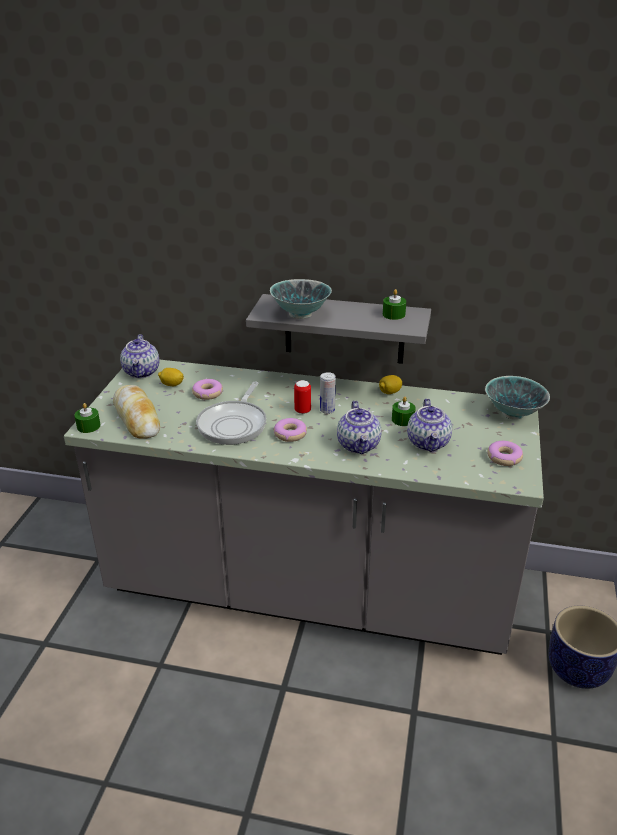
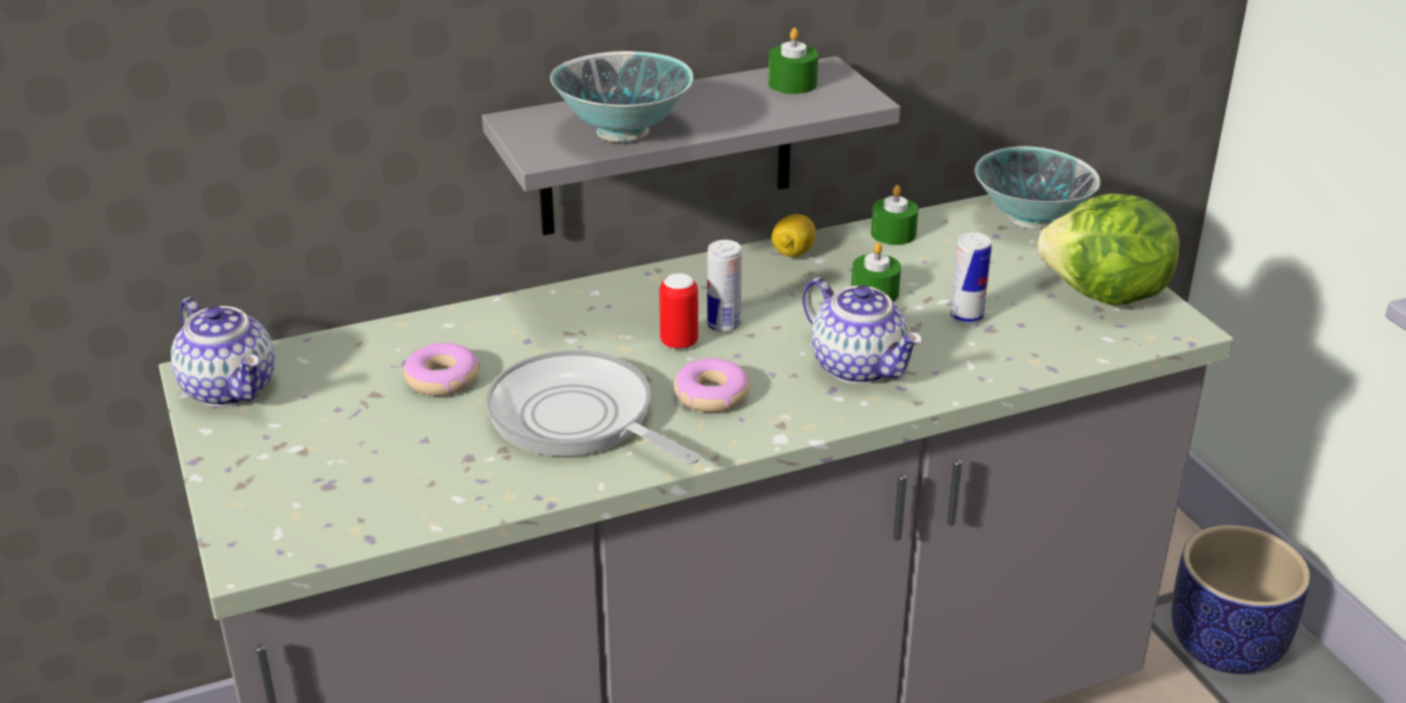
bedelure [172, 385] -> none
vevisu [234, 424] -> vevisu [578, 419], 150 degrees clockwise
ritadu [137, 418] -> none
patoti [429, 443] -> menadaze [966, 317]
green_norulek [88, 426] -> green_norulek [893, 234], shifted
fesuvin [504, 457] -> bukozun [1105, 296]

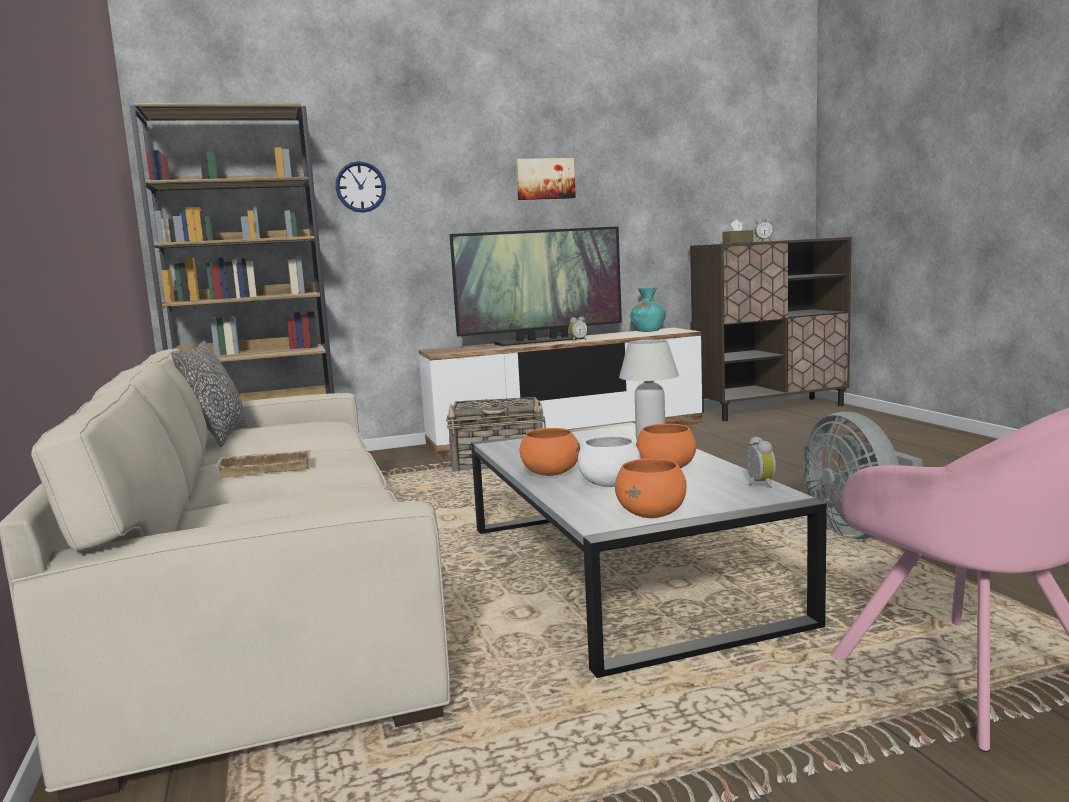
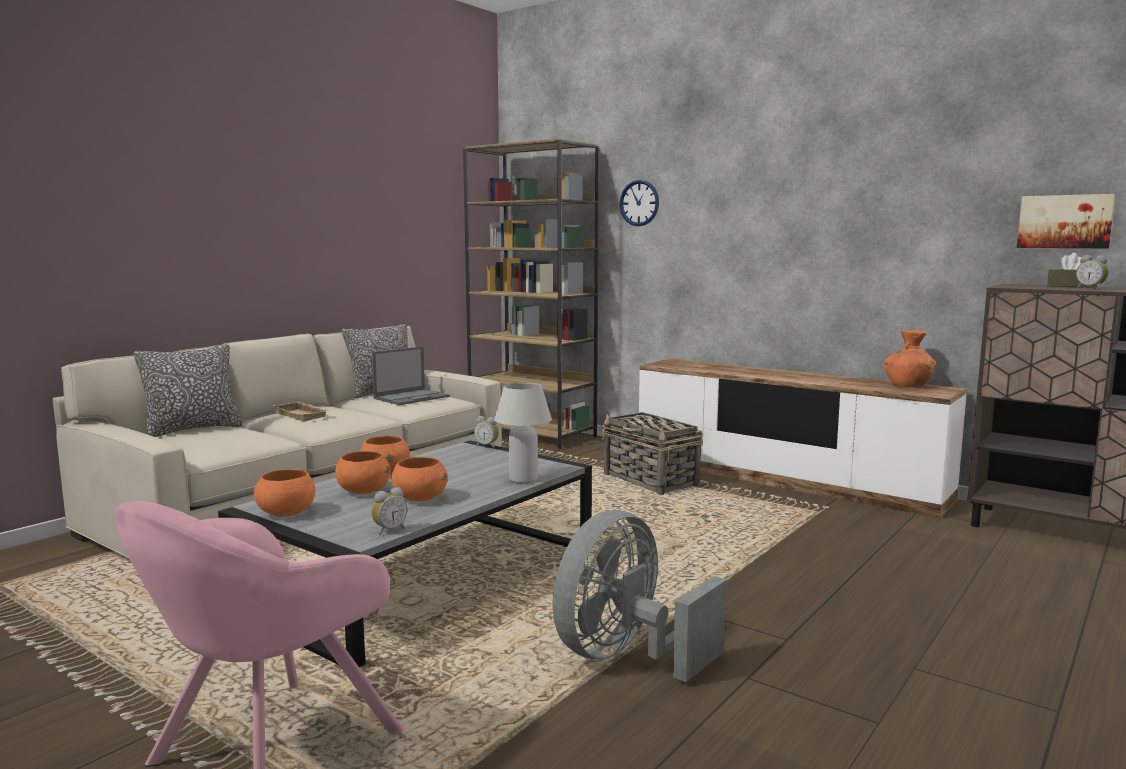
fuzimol [545, 179] -> fuzimol [1065, 221], shifted
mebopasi [541, 341] -> none
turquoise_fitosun [648, 331] -> orange_fitosun [908, 386]
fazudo [577, 340] -> fazudo [487, 446], shifted
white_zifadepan [609, 484] -> orange_zifadepan [363, 491]
none -> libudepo [193, 429]
none -> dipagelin [412, 397]

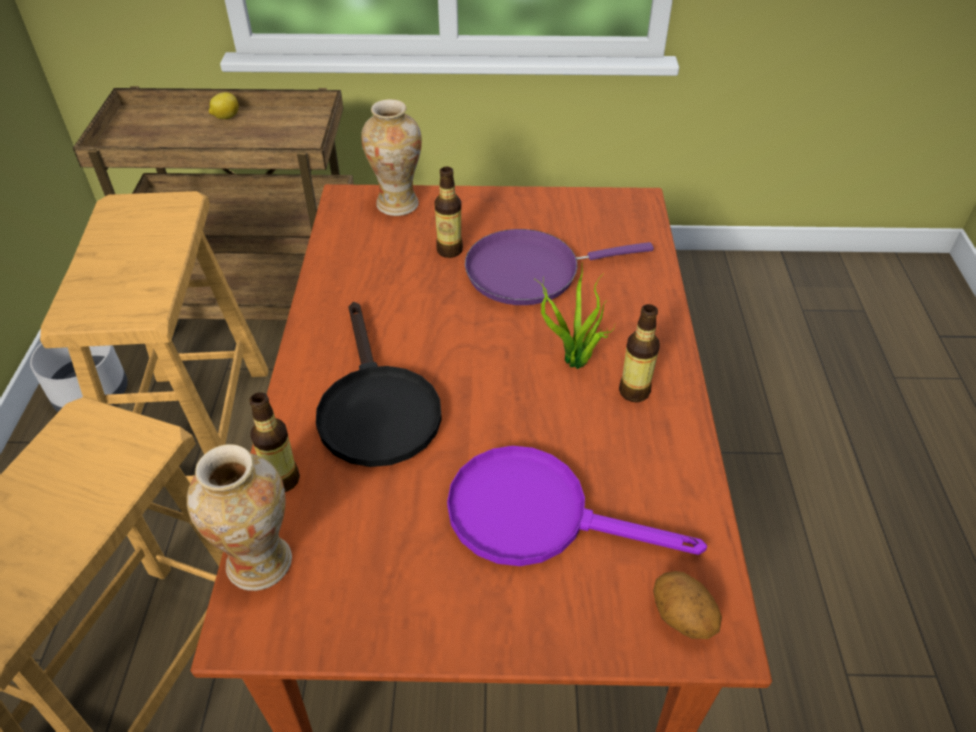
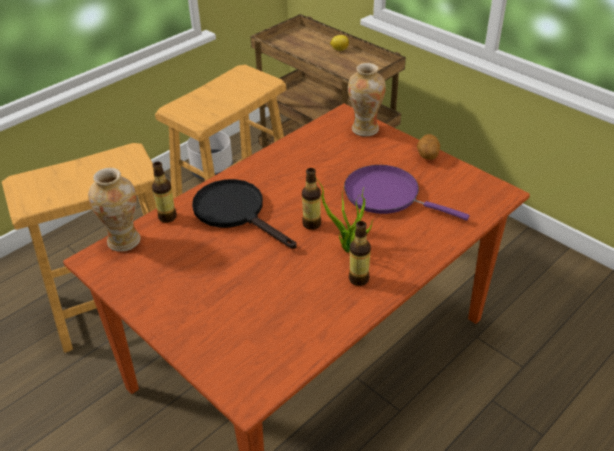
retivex [449, 250] -> retivex [312, 224], shifted
black_vevisu [375, 407] -> black_vevisu [236, 212], 105 degrees clockwise
purple_vevisu [537, 515] -> none
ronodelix [681, 618] -> ronodelix [427, 156], shifted

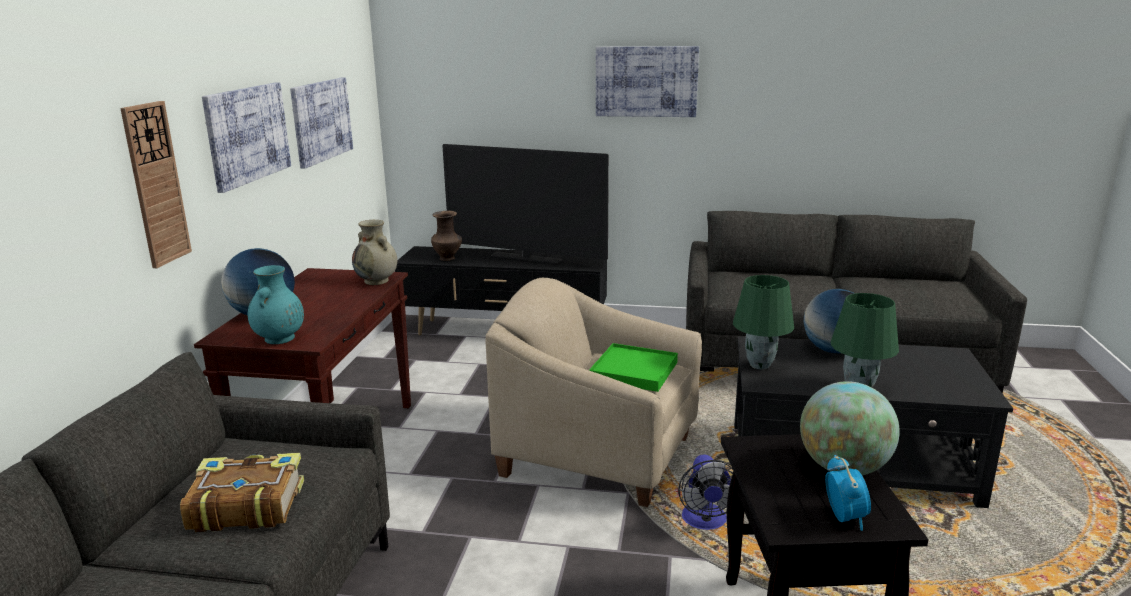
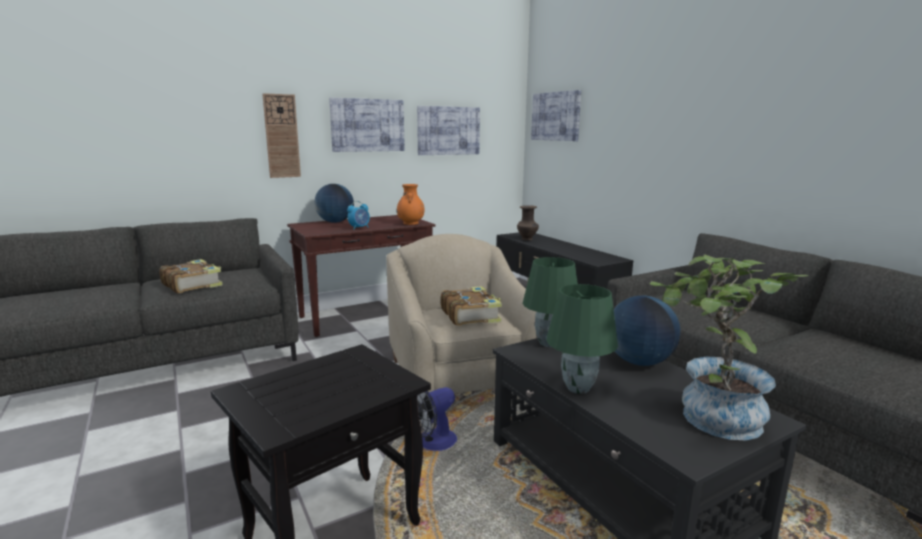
fuzimol [646, 81] -> fuzimol [556, 116], shifted
mebopasi [526, 258] -> none
beige_fitosun [377, 281] -> orange_fitosun [410, 223]
turquoise_fitosun [279, 339] -> none
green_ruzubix [633, 371] -> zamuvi [470, 315]
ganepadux [843, 468] -> none
fazudo [844, 517] -> fazudo [359, 228], shifted
none -> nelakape [709, 418]

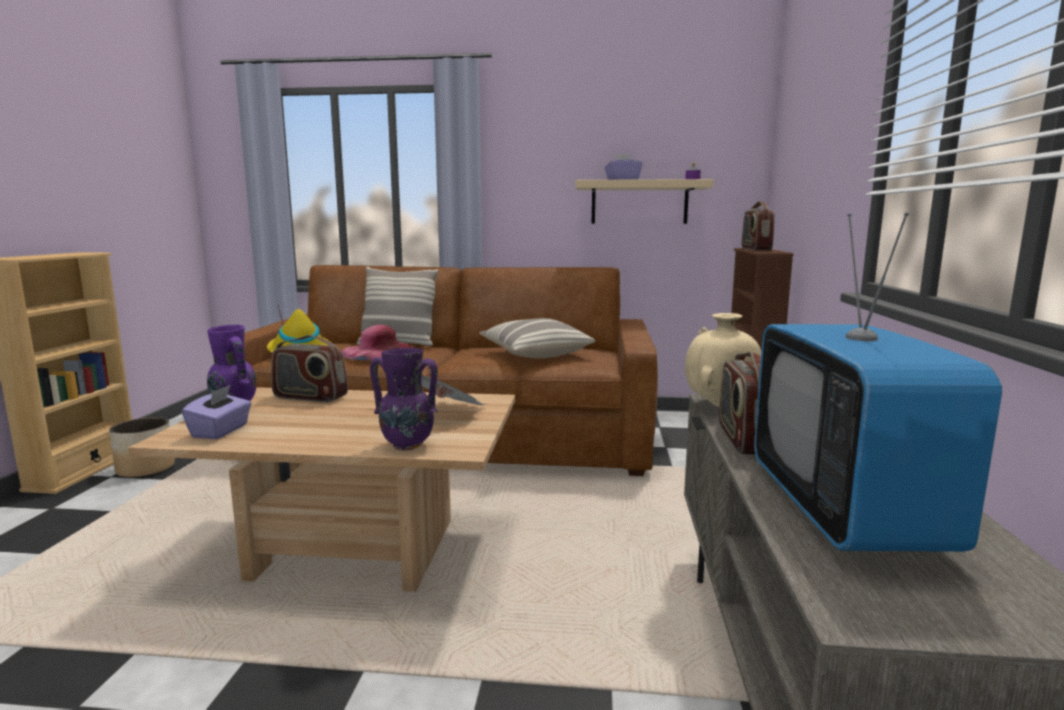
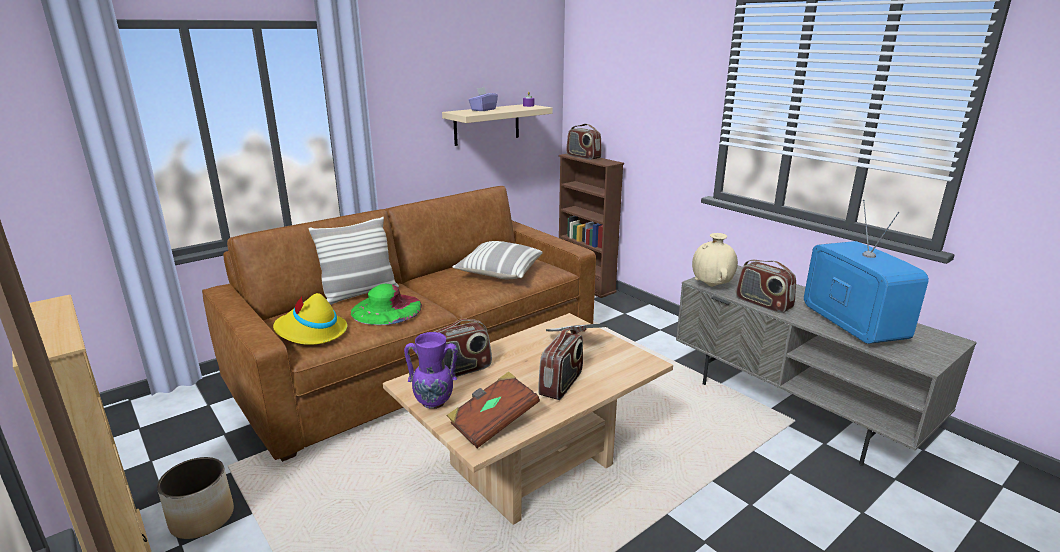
mebopasi [844, 509] -> mebopasi [851, 325], 150 degrees counterclockwise
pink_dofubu [379, 352] -> green_dofubu [386, 309]
purple_fitosun [407, 445] -> none
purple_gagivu [221, 431] -> brown_zamuvi [492, 422]
none -> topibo [561, 384]

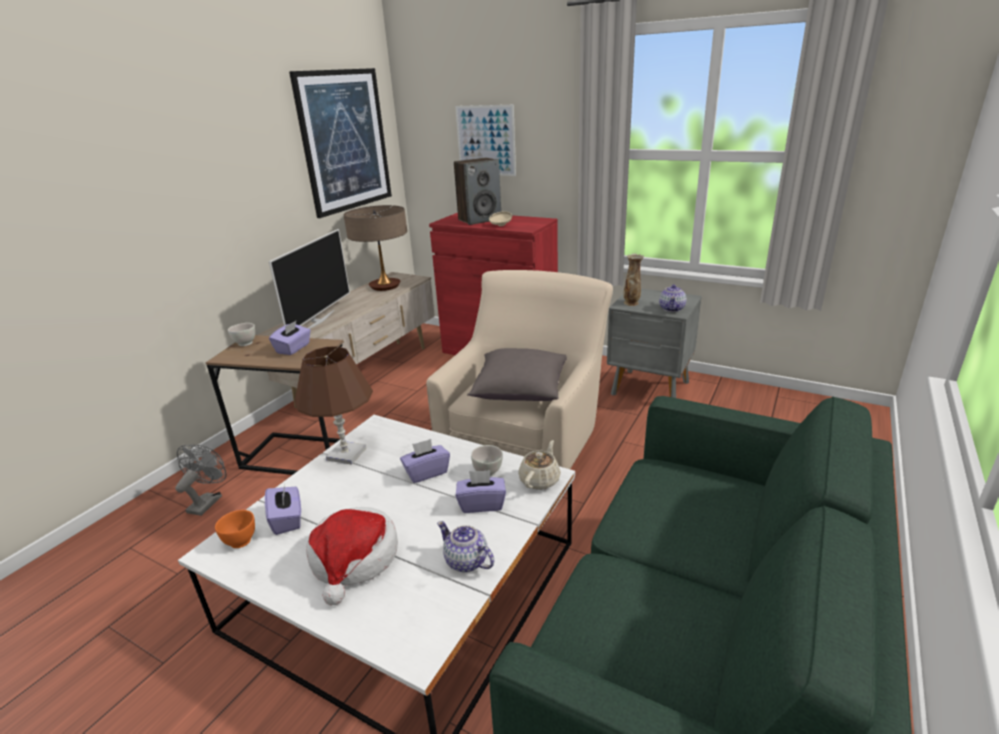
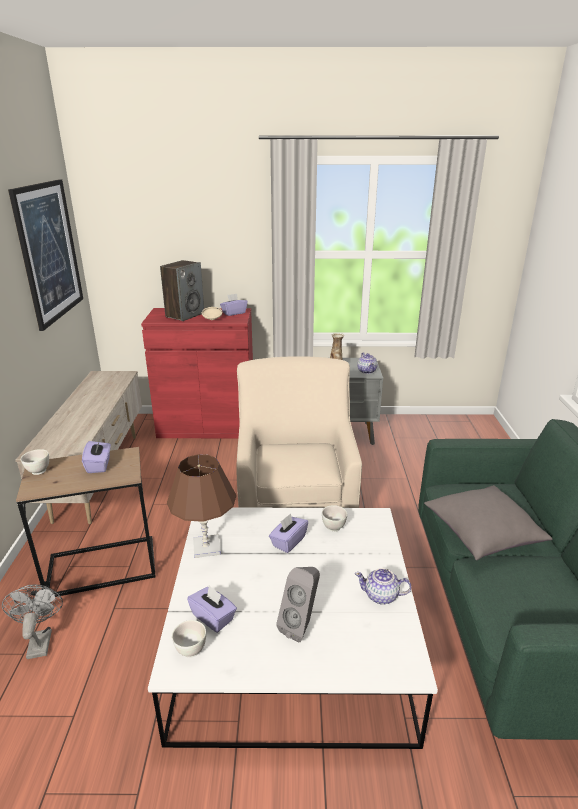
fuzimol [485, 140] -> none
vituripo [385, 286] -> none
mebopasi [318, 321] -> none
grey_libudepo [519, 391] -> grey_libudepo [482, 535], shifted
beige_patoti [540, 479] -> none
purple_gagivu [481, 504] -> purple_gagivu [234, 313], shifted
dofubu [354, 559] -> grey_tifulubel [301, 625]
orange_zifadepan [241, 541] -> white_zifadepan [191, 650]

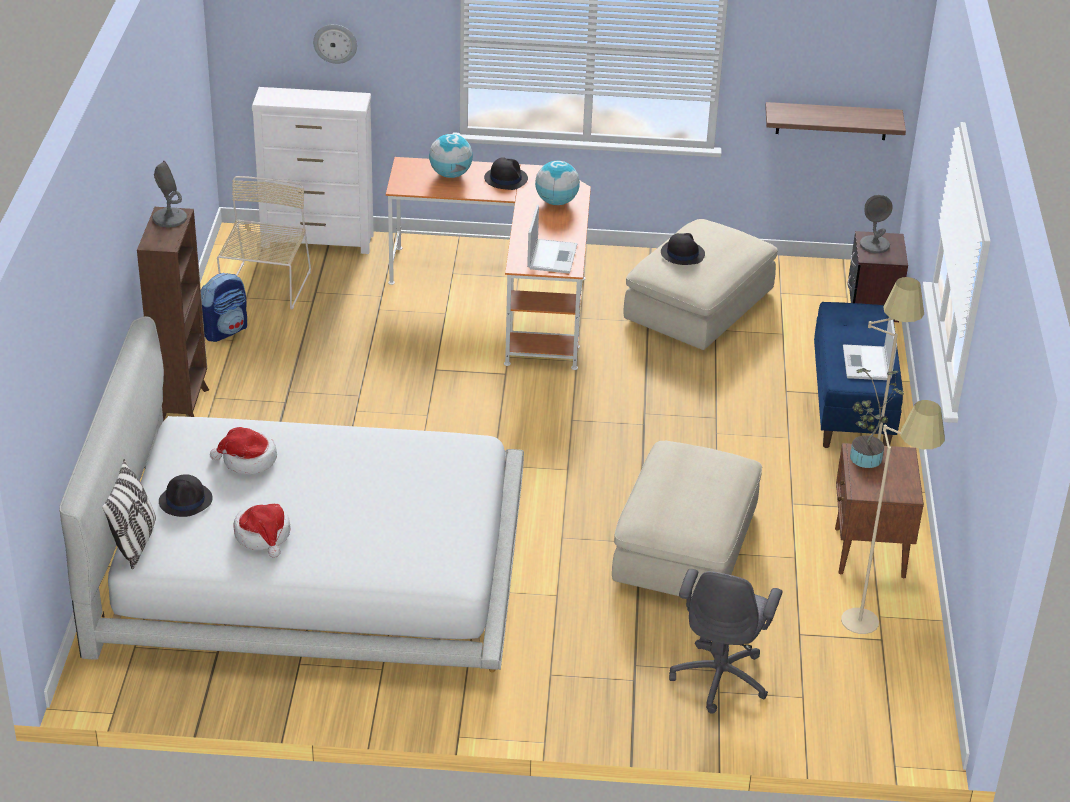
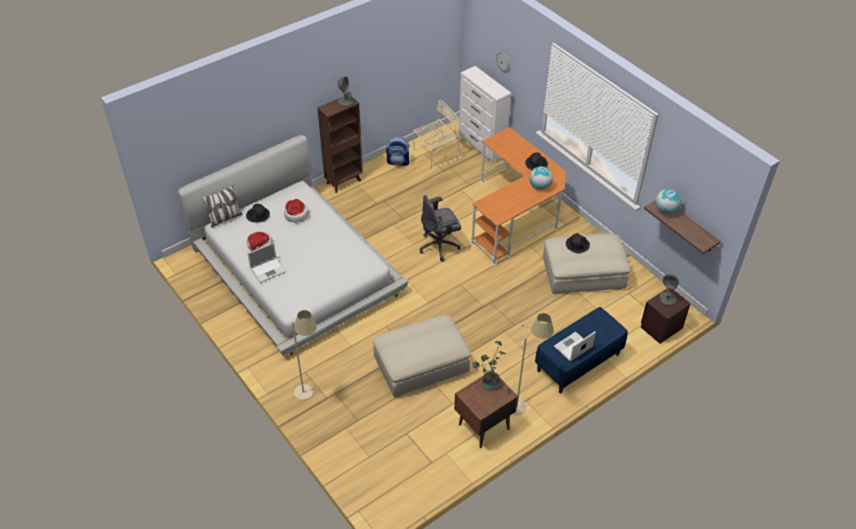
ganepadux [450, 174] -> ganepadux [666, 210], shifted
dipagelin [552, 256] -> dipagelin [268, 270], shifted
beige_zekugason [875, 617] -> beige_zekugason [310, 395], shifted
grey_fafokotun [720, 677] -> grey_fafokotun [439, 246], shifted

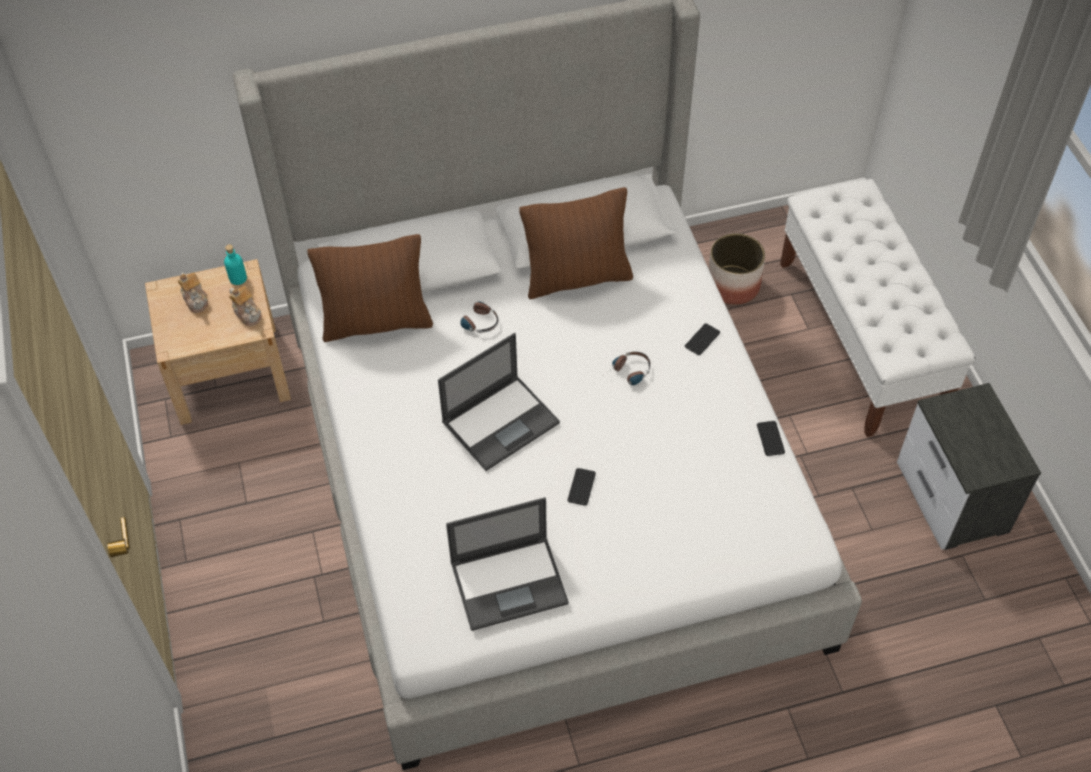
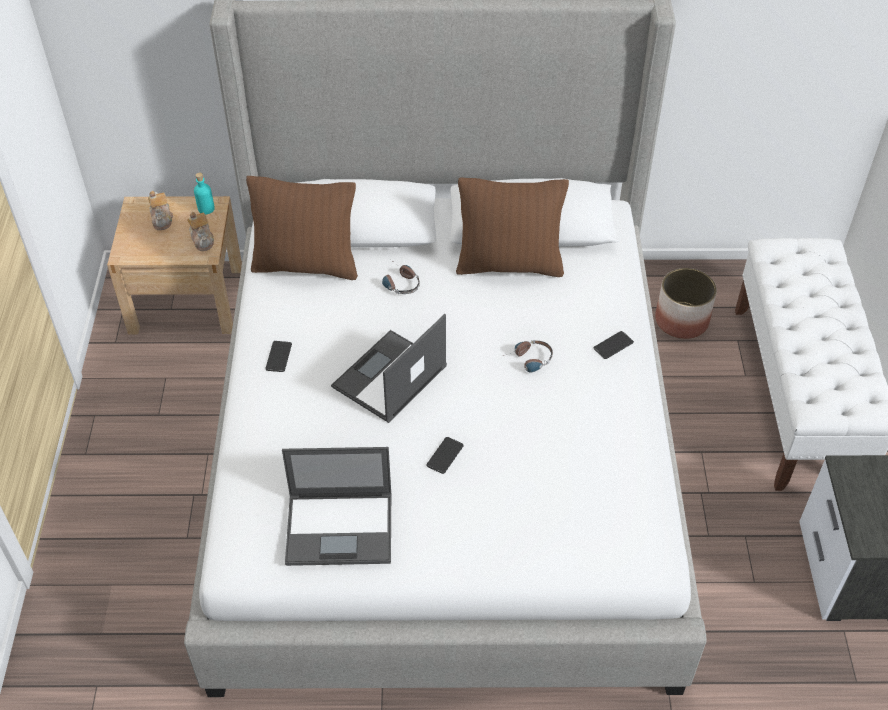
dipagelin [501, 422] -> dipagelin [389, 377], 150 degrees clockwise
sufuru [770, 439] -> sufuru [278, 357], shifted

